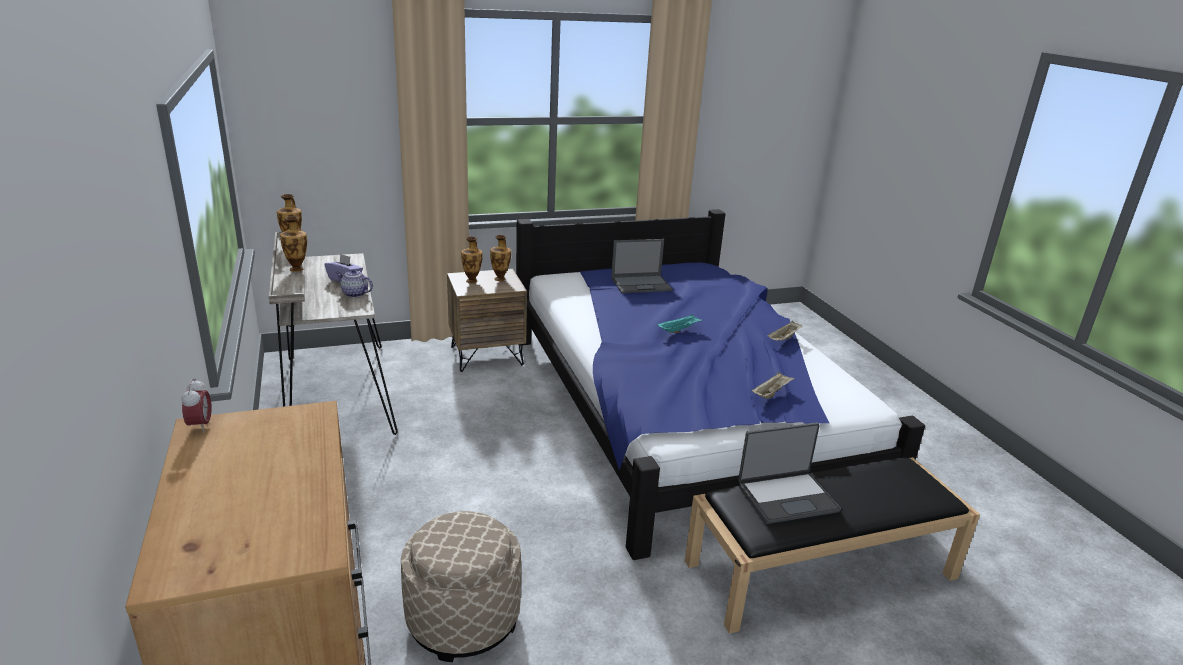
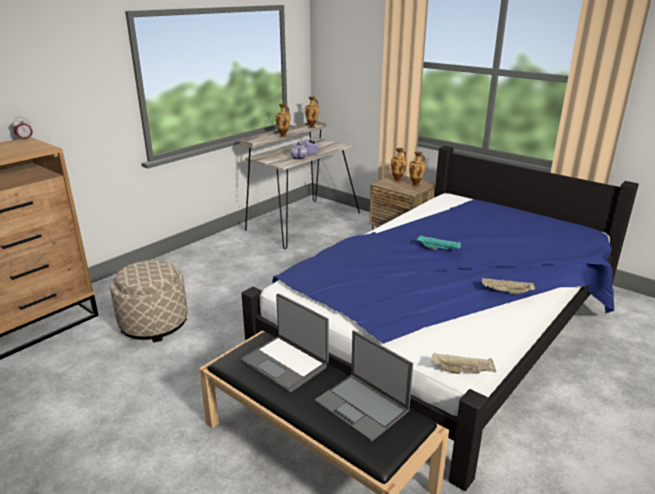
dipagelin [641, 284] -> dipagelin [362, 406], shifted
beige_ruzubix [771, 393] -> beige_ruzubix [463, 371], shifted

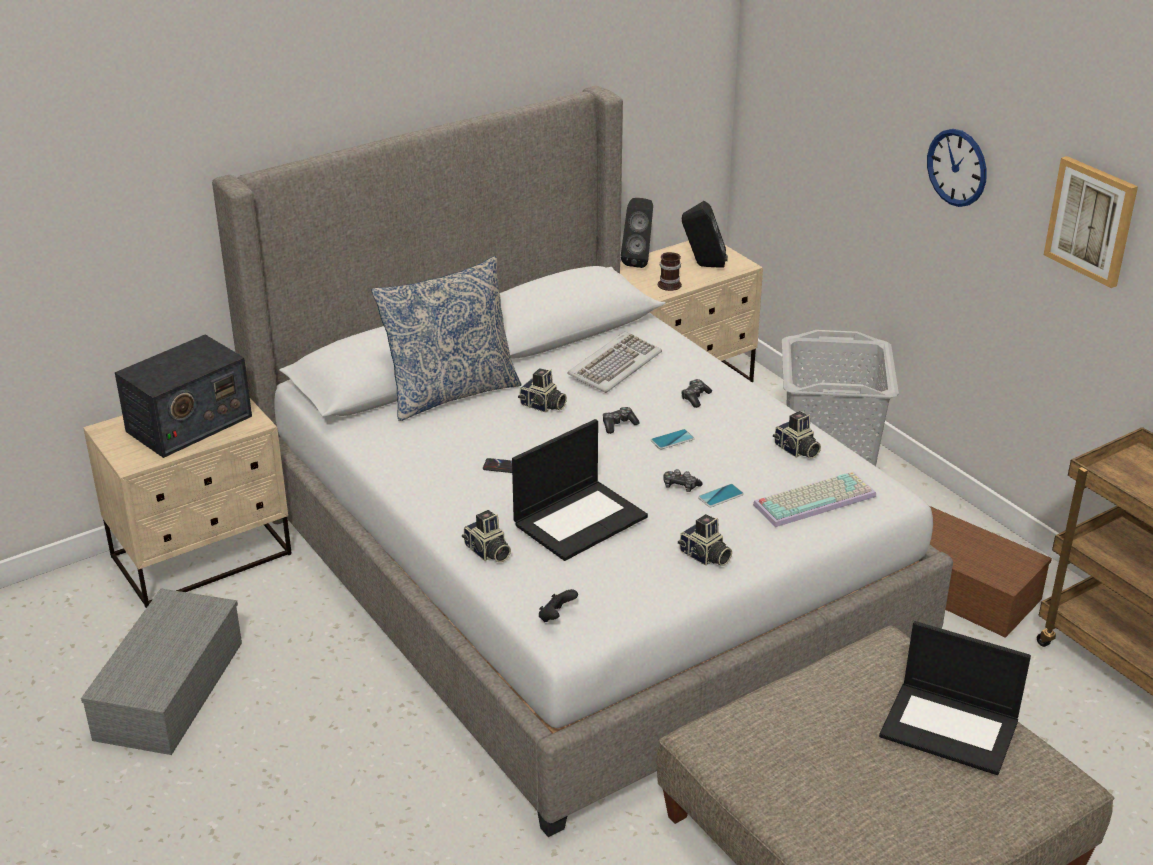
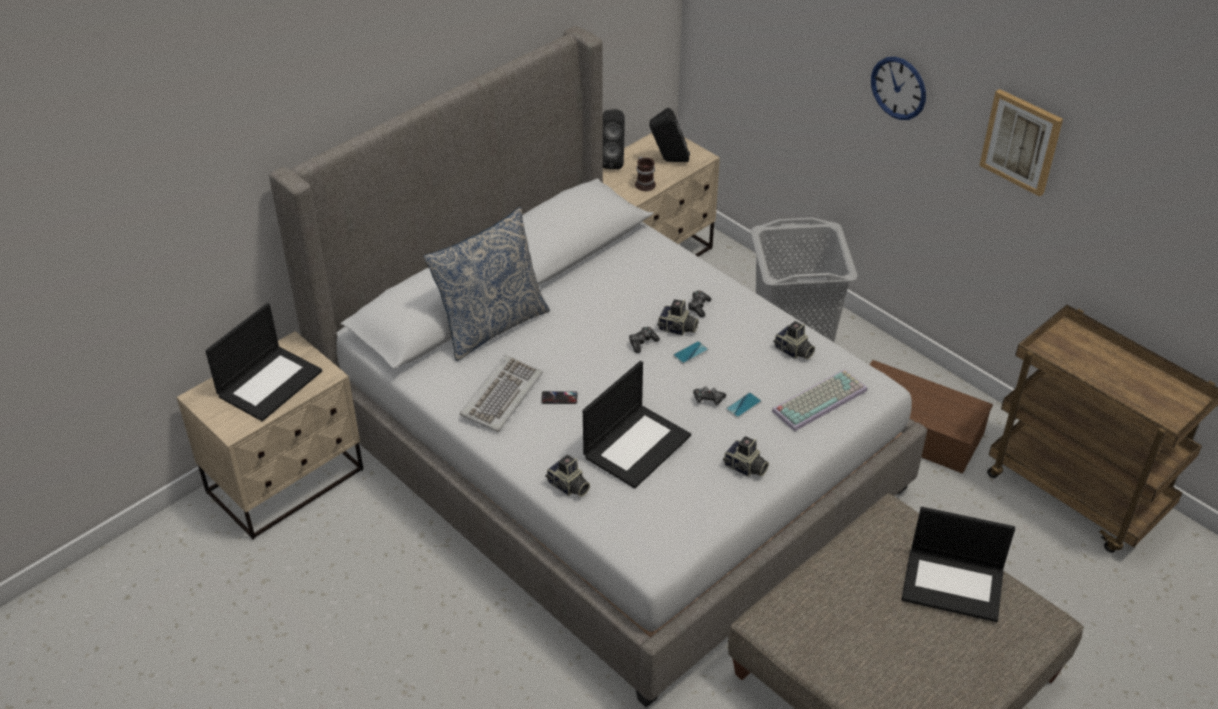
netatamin [614, 365] -> netatamin [501, 395], shifted
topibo [188, 424] -> dipagelin [270, 382]
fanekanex [542, 406] -> fanekanex [677, 329], shifted
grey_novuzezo [169, 688] -> none
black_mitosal [556, 617] -> none

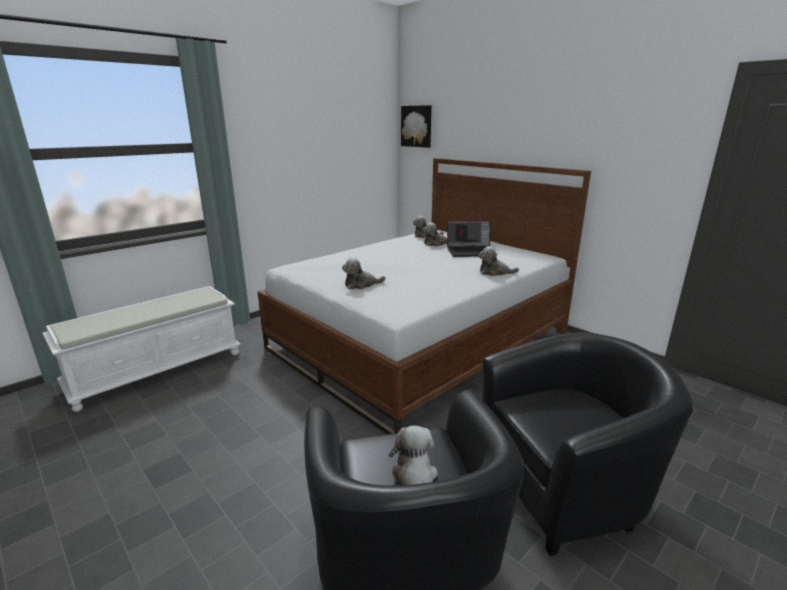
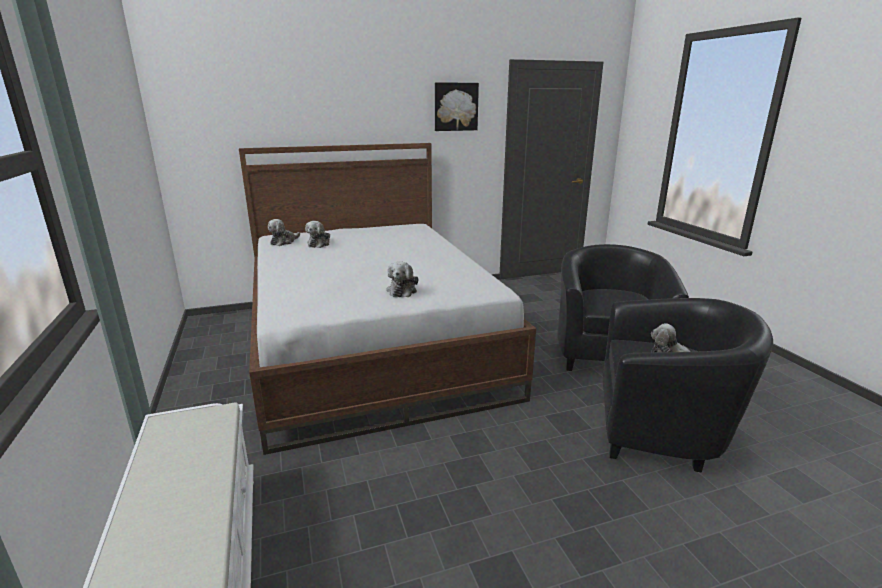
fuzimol [417, 126] -> fuzimol [455, 107], shifted
dipagelin [471, 251] -> none
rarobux [494, 272] -> none

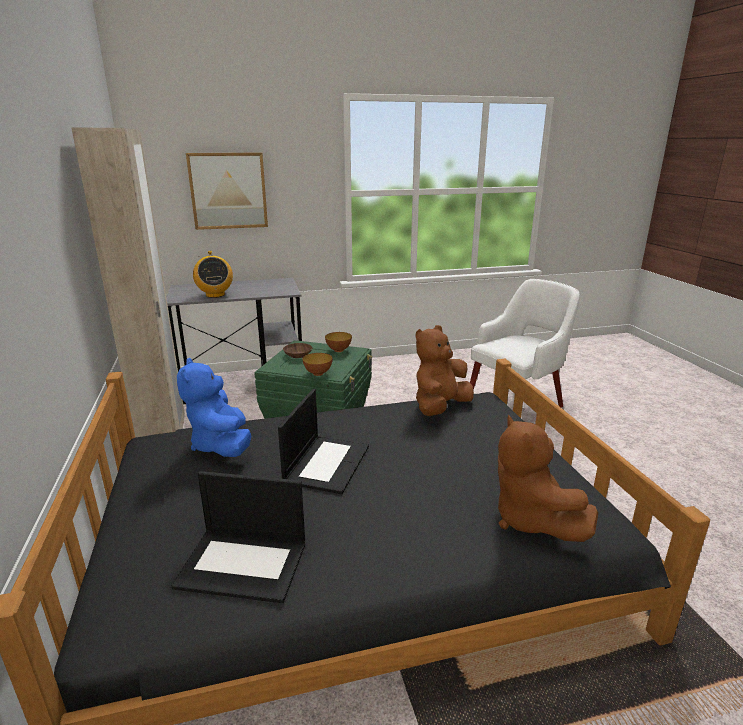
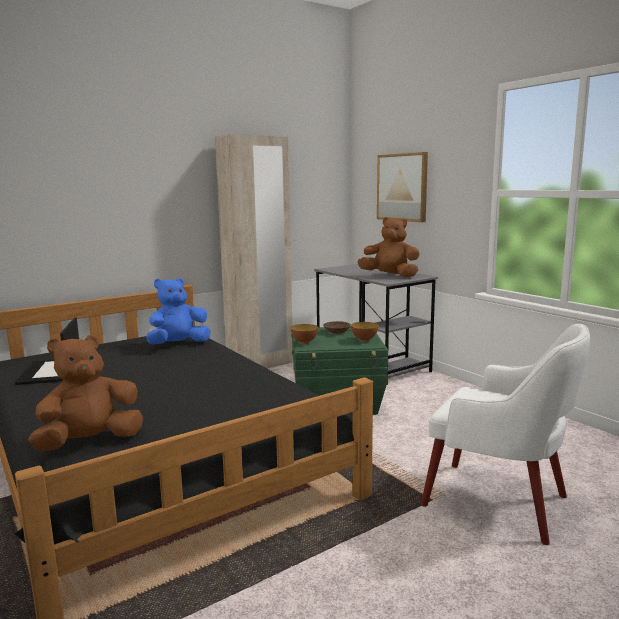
topibo [215, 295] -> none
brown_rarobux [440, 407] -> brown_rarobux [390, 276], shifted
dipagelin [327, 463] -> none

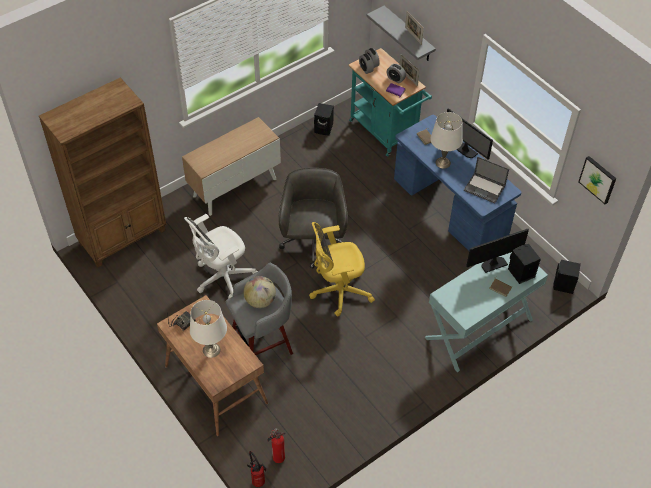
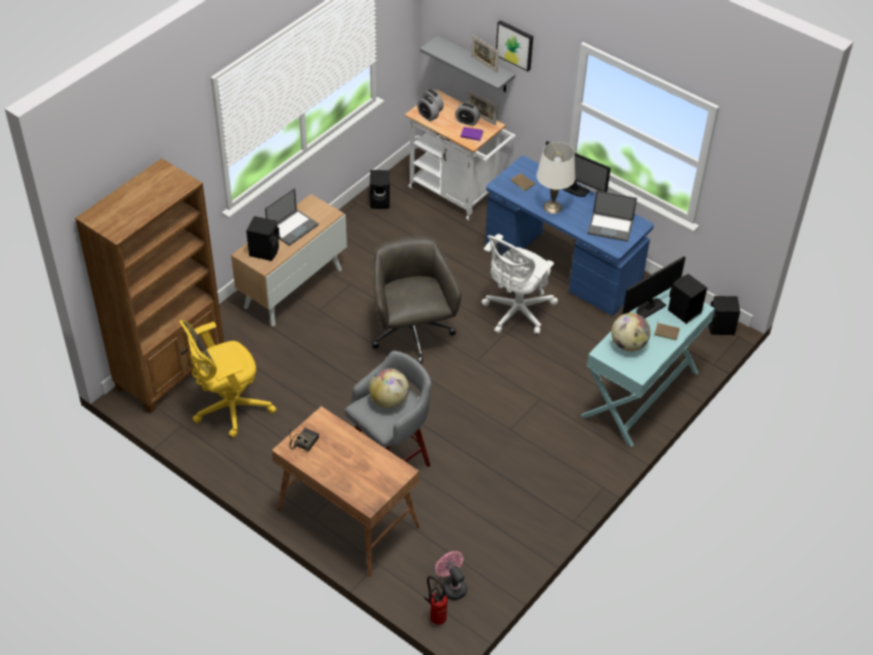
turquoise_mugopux [386, 133] -> white_mugopux [457, 194]
fuzimol [598, 179] -> fuzimol [515, 45], shifted
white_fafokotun [222, 278] -> white_fafokotun [516, 313], shifted
yellow_fafokotun [338, 291] -> yellow_fafokotun [228, 408], shifted
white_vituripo [211, 350] -> none
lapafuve [277, 457] -> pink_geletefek [452, 586]
none -> dipagelin [293, 227]
none -> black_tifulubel [265, 250]
none -> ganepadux [628, 345]

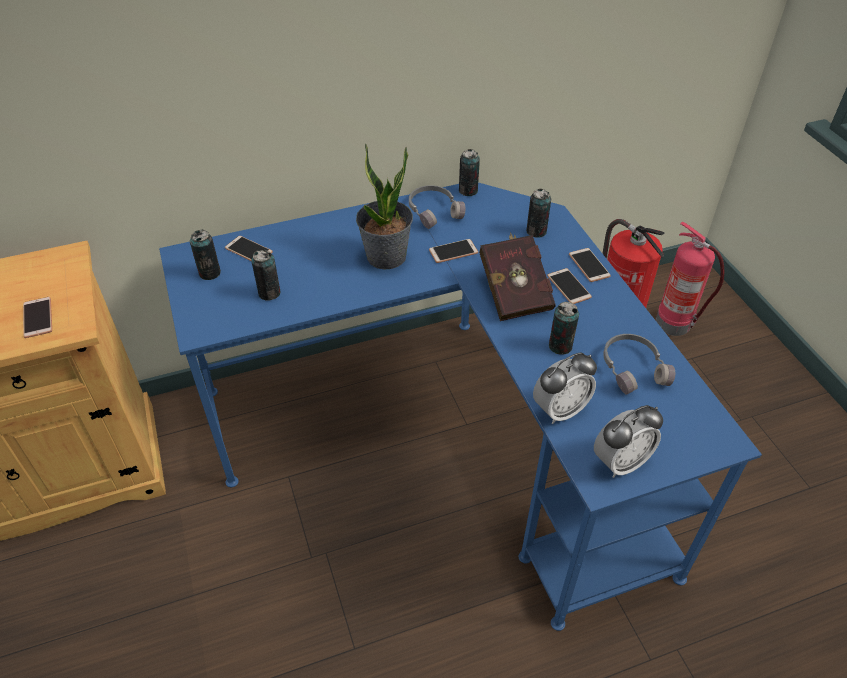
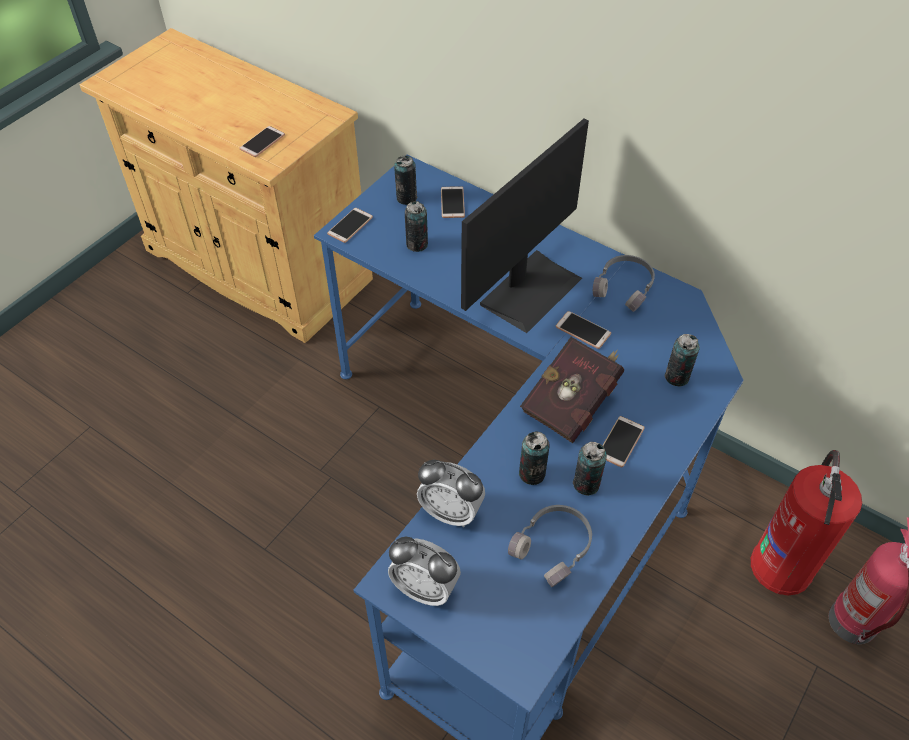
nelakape [386, 257] -> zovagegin [529, 289]
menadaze [468, 191] -> menadaze [586, 484], shifted
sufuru [589, 265] -> sufuru [350, 226], shifted

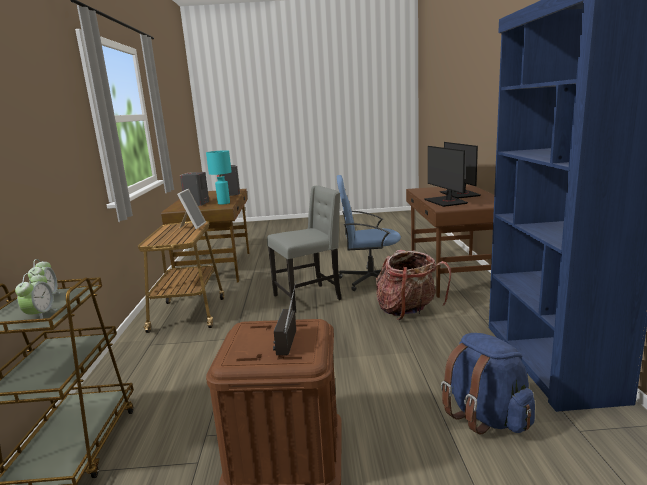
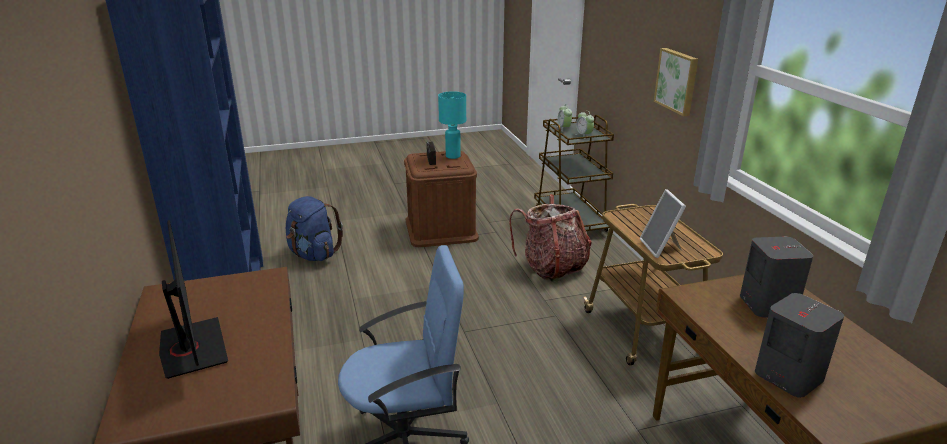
zovagegin [446, 201] -> none
turquoise_vituripo [224, 203] -> turquoise_vituripo [452, 156], shifted
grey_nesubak [308, 298] -> none
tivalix [408, 311] -> tivalix [552, 267], shifted
none -> fuzimol [677, 81]

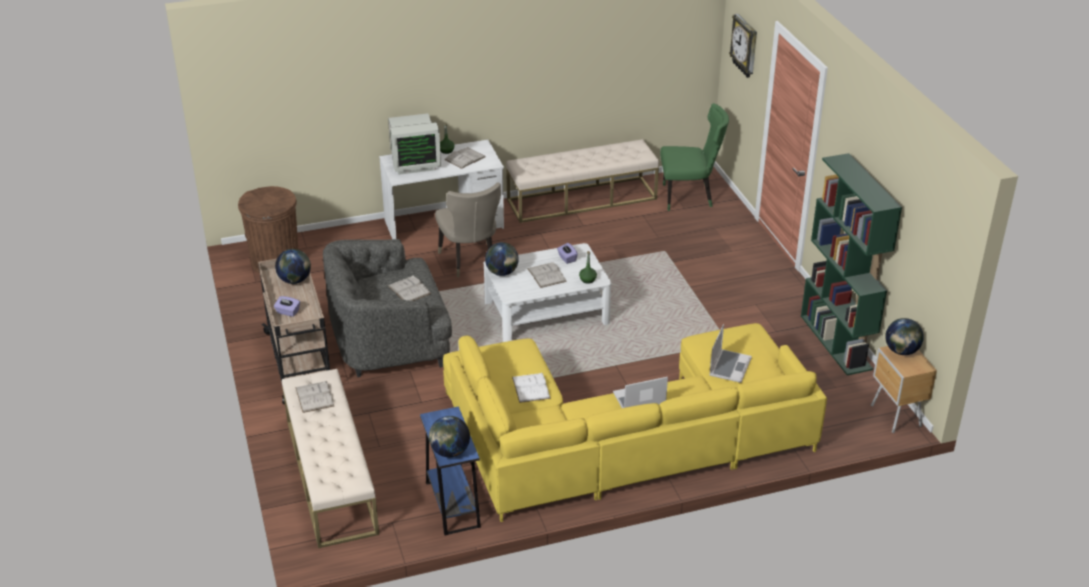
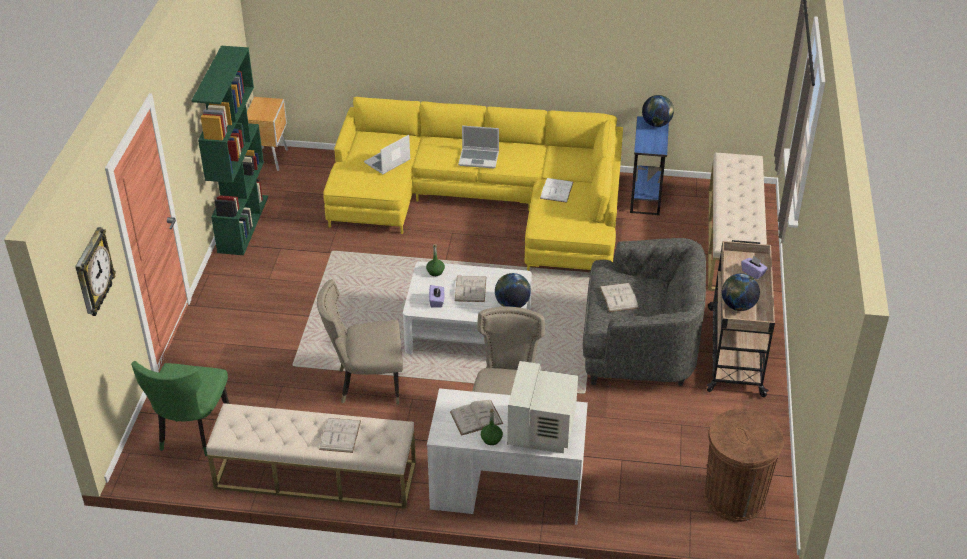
green_nesubak [689, 197] -> green_nesubak [191, 433], 105 degrees counterclockwise
zovagegin [414, 162] -> zovagegin [543, 431], 90 degrees counterclockwise
ganepadux [901, 351] -> none
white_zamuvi [314, 397] -> white_zamuvi [340, 435], shifted
none -> beige_nesubak [366, 384]

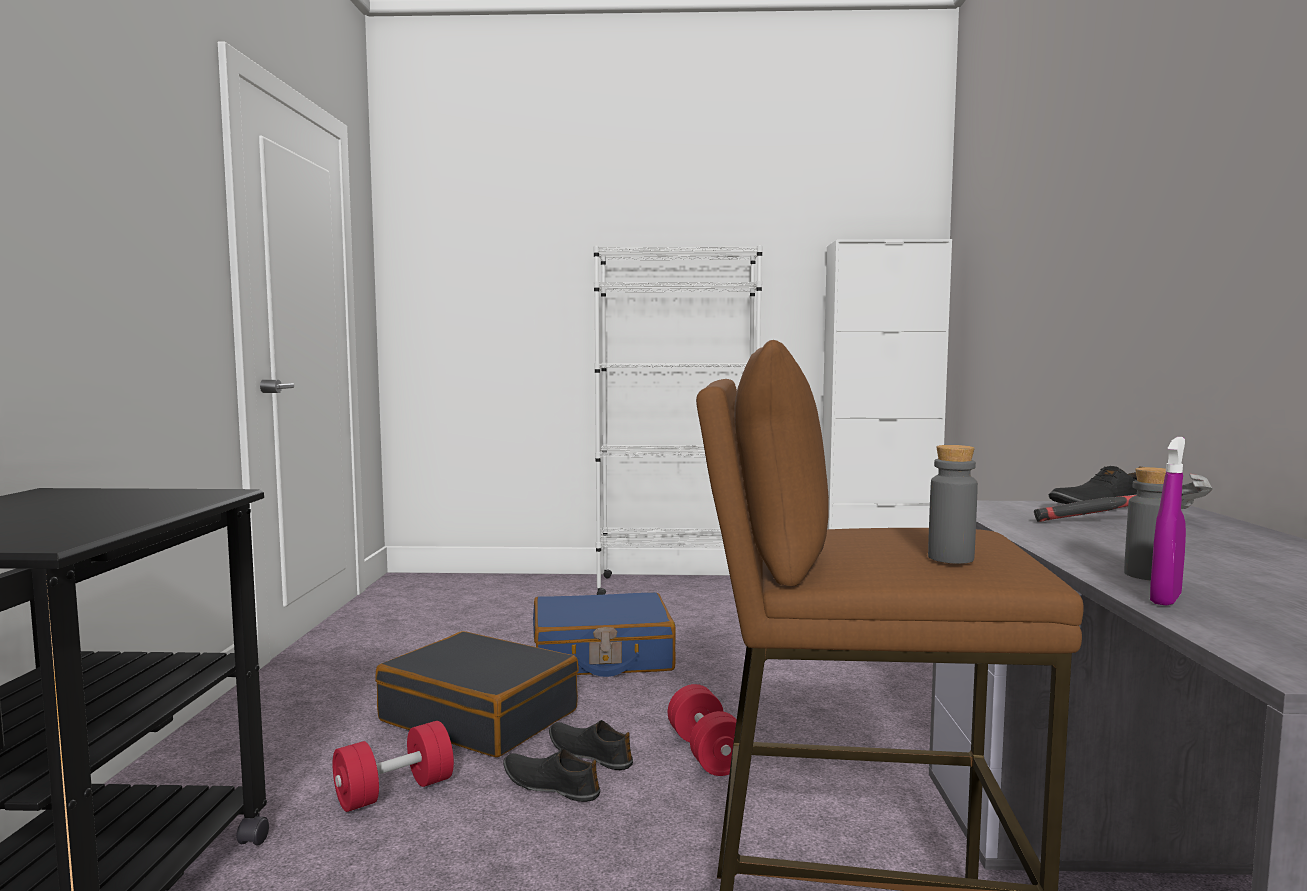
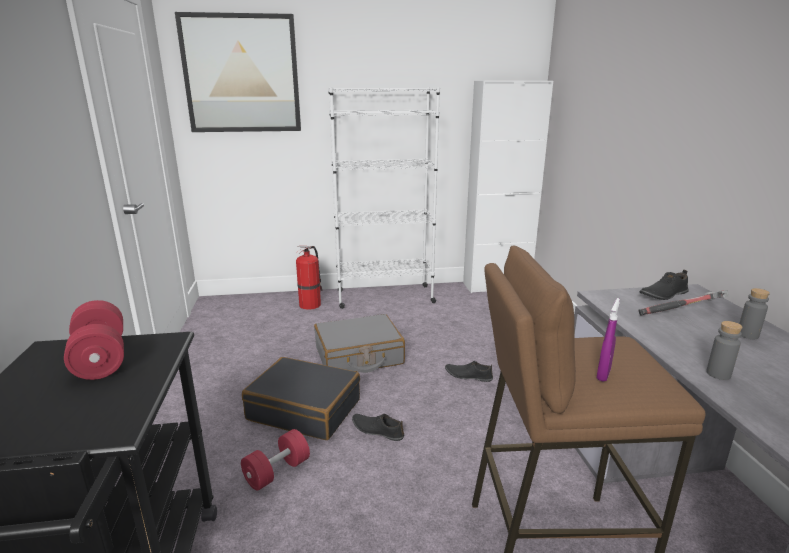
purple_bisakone [1165, 599] -> purple_bisakone [603, 375], shifted
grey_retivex [950, 558] -> grey_retivex [747, 335], shifted
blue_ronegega [601, 656] -> grey_ronegega [359, 356]
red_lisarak [707, 753] -> red_lisarak [101, 358], shifted
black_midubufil [550, 785] -> black_midubufil [468, 375], shifted
none -> fuzimol [242, 74]
none -> lapafuve [311, 304]

